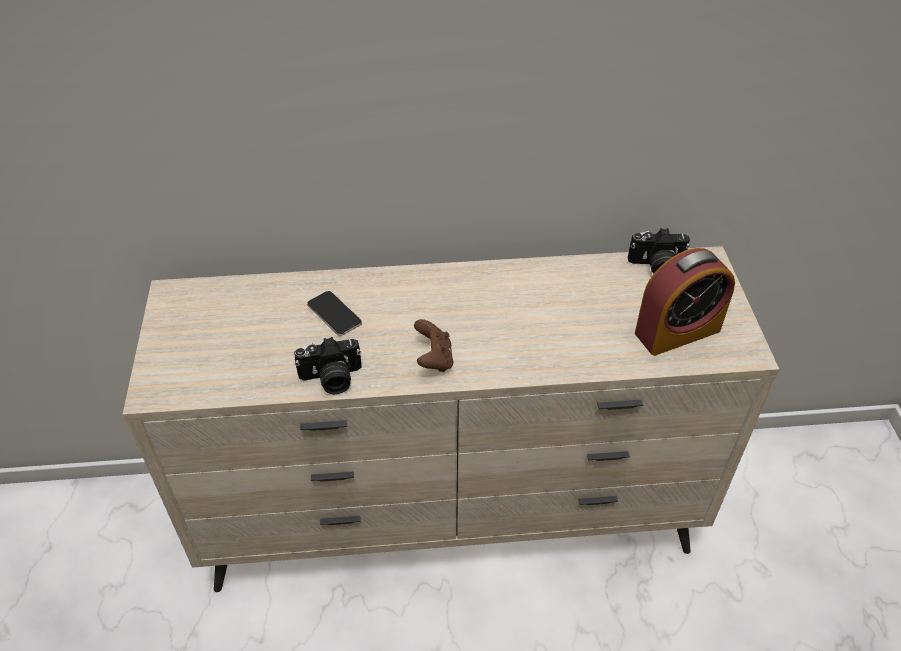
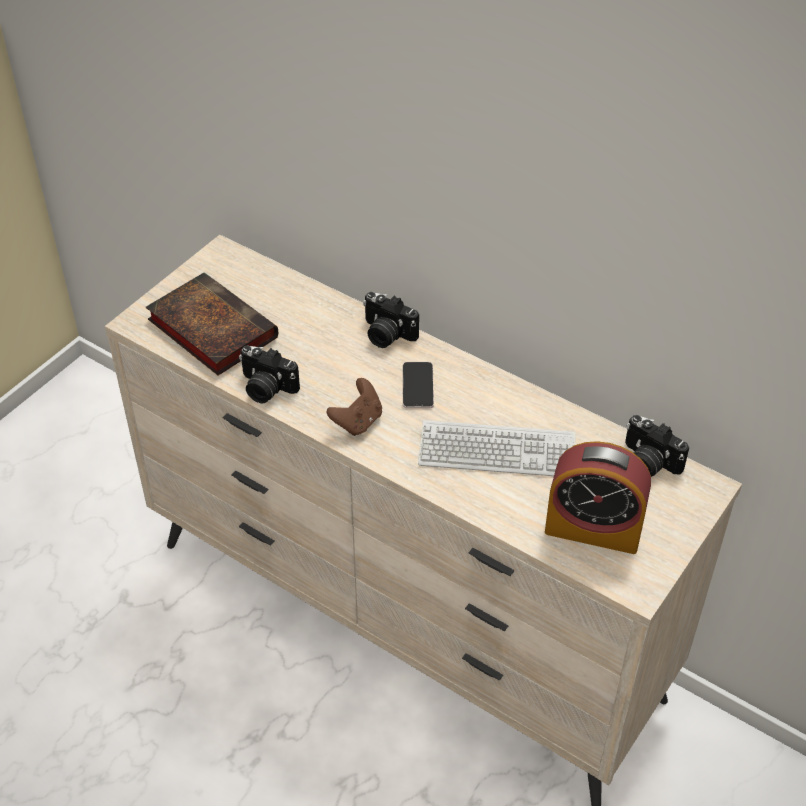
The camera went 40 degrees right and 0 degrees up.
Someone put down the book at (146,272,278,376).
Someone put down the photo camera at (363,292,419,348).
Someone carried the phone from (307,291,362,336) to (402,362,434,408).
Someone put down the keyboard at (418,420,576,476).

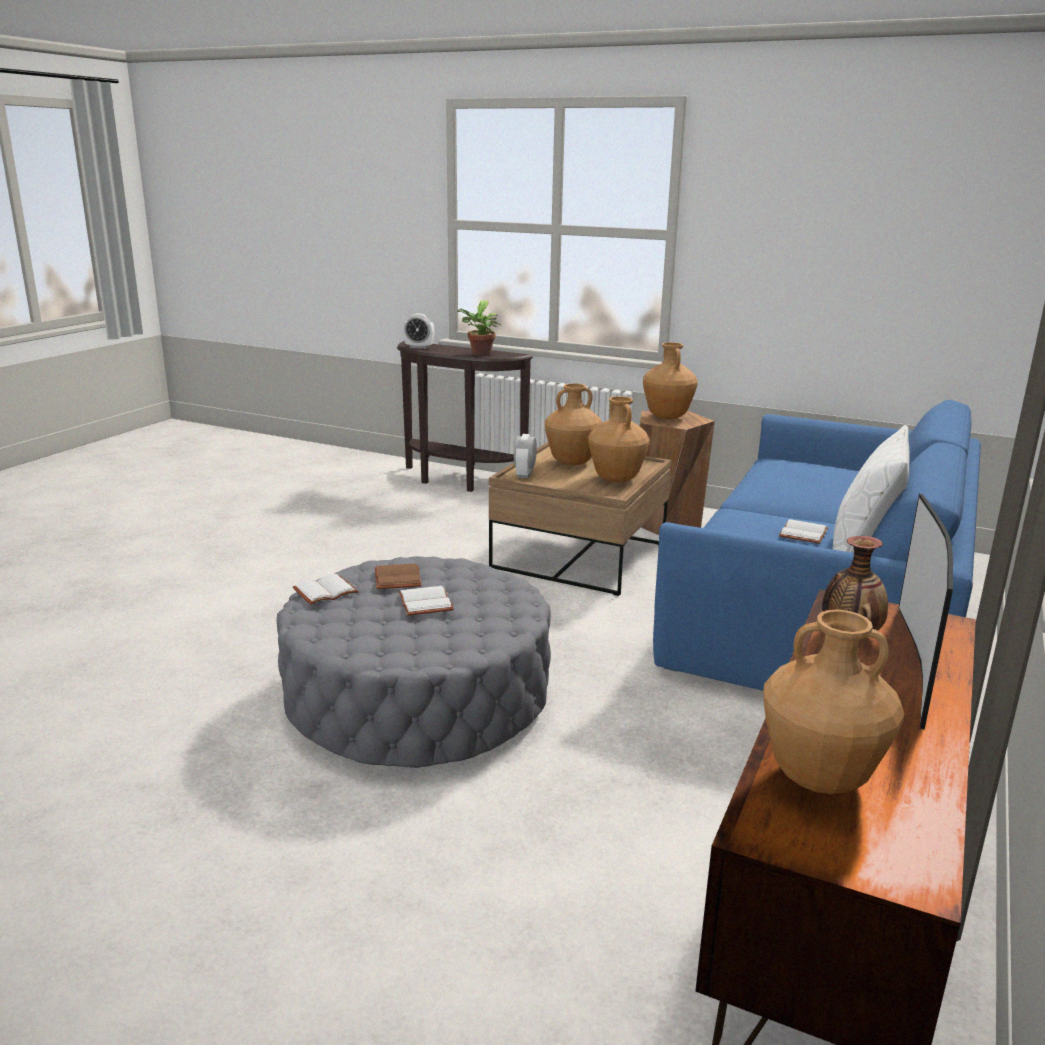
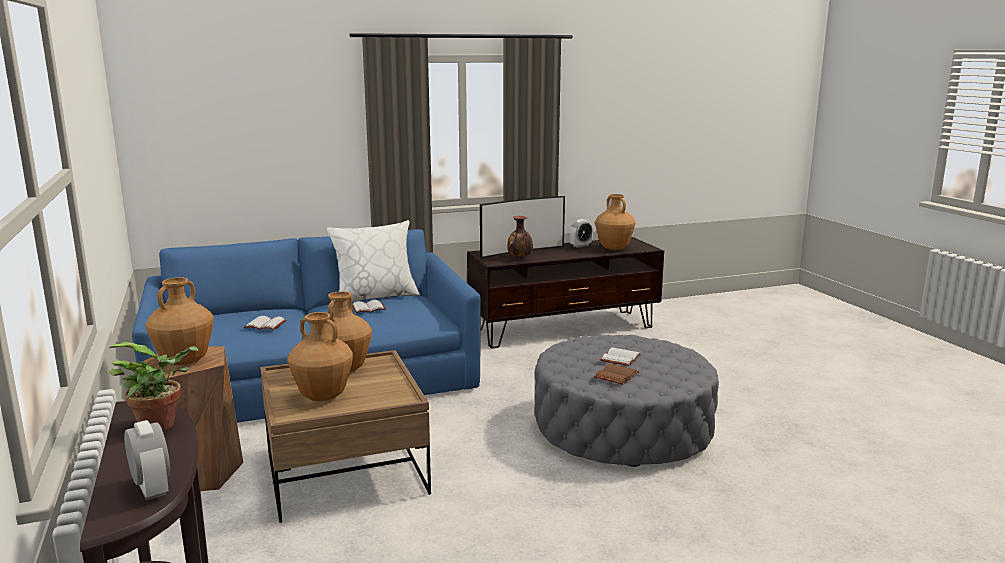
The camera went 135 degrees left and 5 degrees down.
Someone carried the white book from (293,574,358,605) to (244,316,287,330).
Someone carried the alarm clock from (514,434,537,478) to (570,219,593,248).

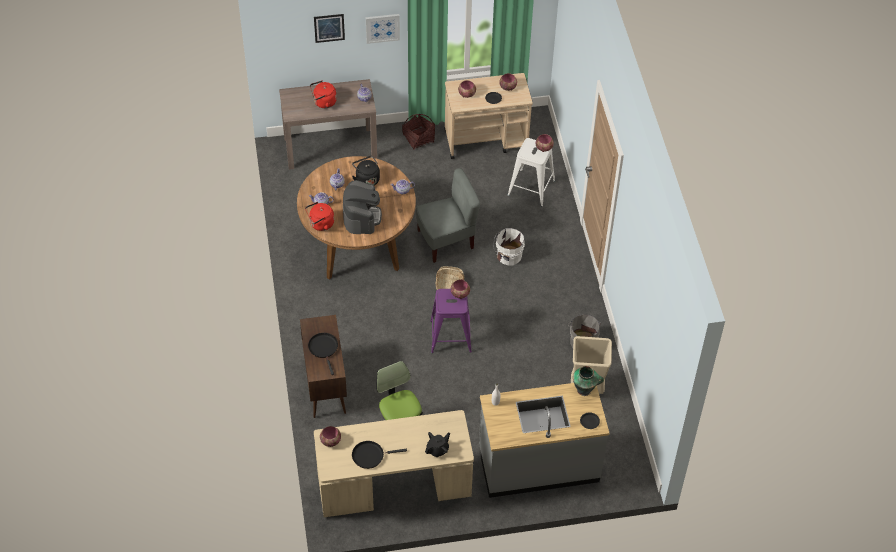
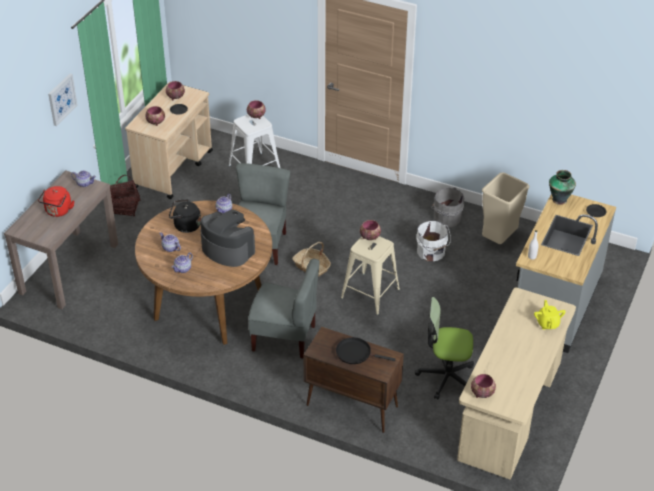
The camera went 55 degrees left and 10 degrees down.
Someone put down the grey chair at (248,259,320,358).
Someone repainted the purple stool at (430,289,472,353), which became the beige stool at (341,236,400,315).
Someone carried the white bucket from (493,228,525,266) to (416,221,451,261).
Someone repainted the black teapot at (425,432,450,457), which became the yellow teapot at (534,300,566,330).
Someone took away the red kettle at (305,202,334,231).
Someone took away the picture at (314,14,345,43).
Someone took away the black frying pan at (352,441,407,469).

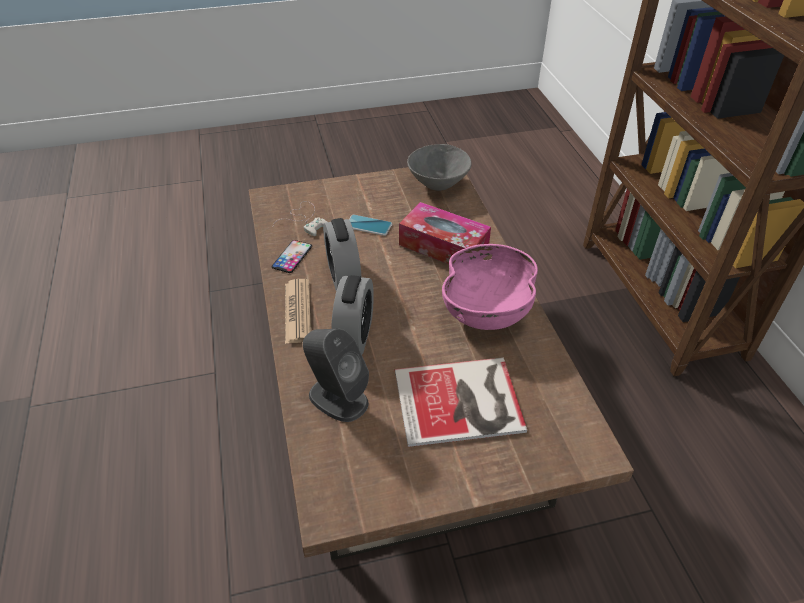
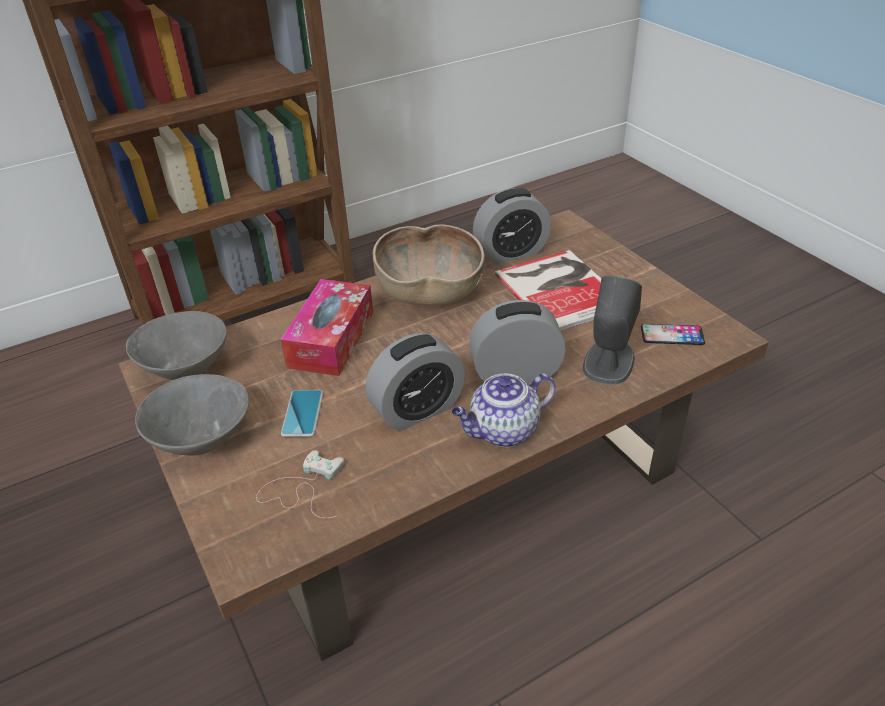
The camera went 105 degrees left and 5 degrees down.
Someone put down the grey bowl at (135,374,249,455).
Someone repainted the pink bowl at (442,244,538,330), which became the brown bowl at (373,224,485,305).
Someone swapped the newspaper at (285,279,311,344) for the teapot at (451,373,556,447).
Someone put down the alarm clock at (473,188,551,264).
Someone carried the phone from (272,240,312,273) to (641,324,705,345).

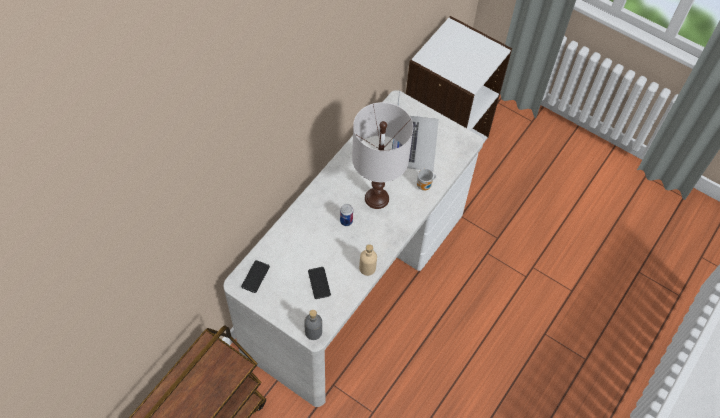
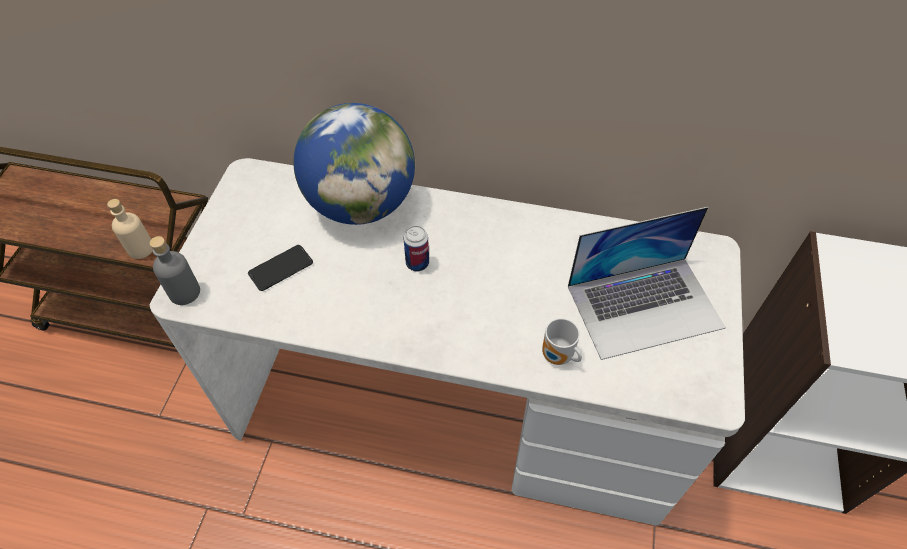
The camera went 70 degrees right and 5 degrees down.
Someone carried the beige bottle from (359,244,377,276) to (107,199,153,259).
Someone put down the globe at (293,103,415,225).
Someone took away the phone at (241,260,270,293).
Someone took away the white table lamp at (352,102,413,209).

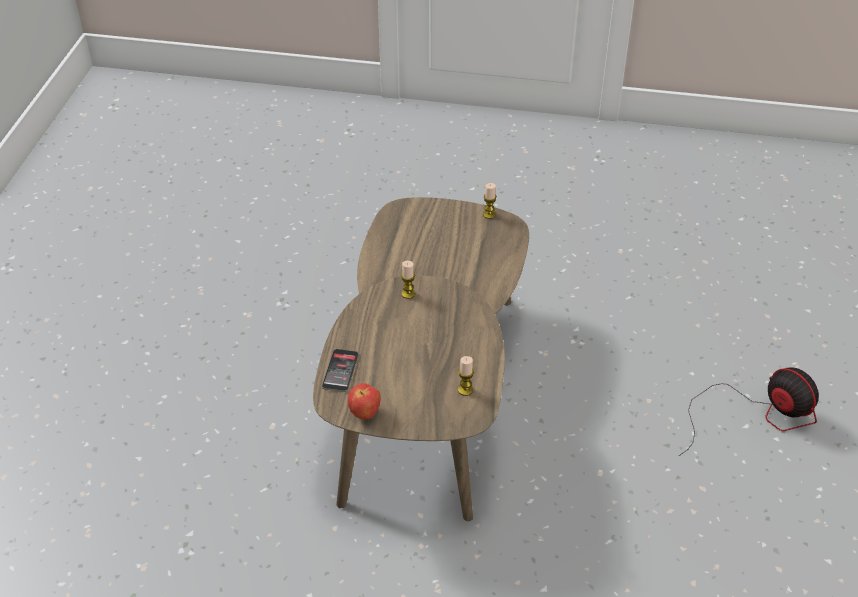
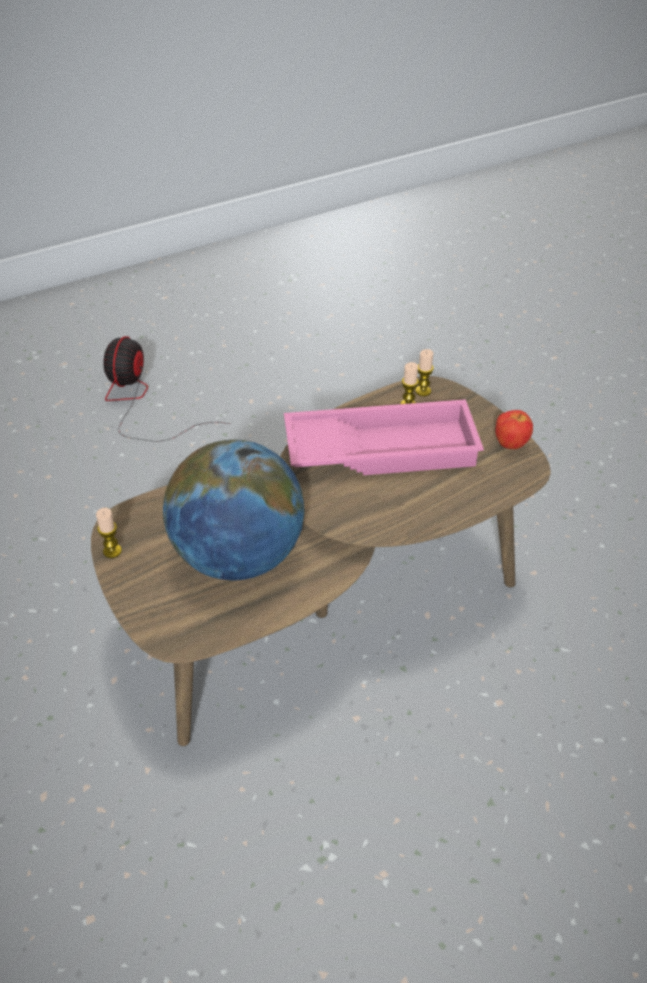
The camera went 130 degrees left and 0 degrees up.
Someone put down the globe at (163,439,305,581).
Someone put down the pink tray at (284,399,484,475).
Someone carried the candle from (401,261,415,299) to (415,349,434,396).
Someone took away the phone at (322,349,359,392).

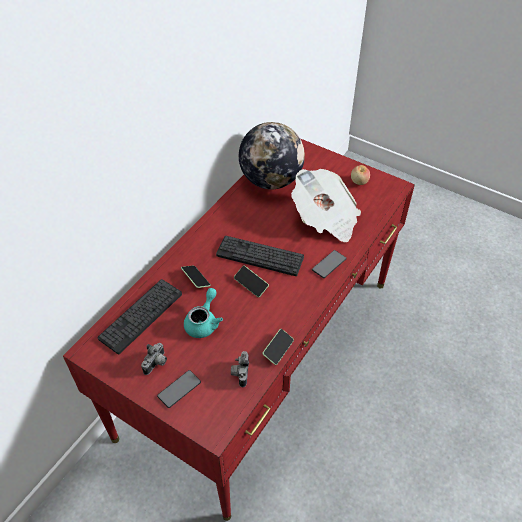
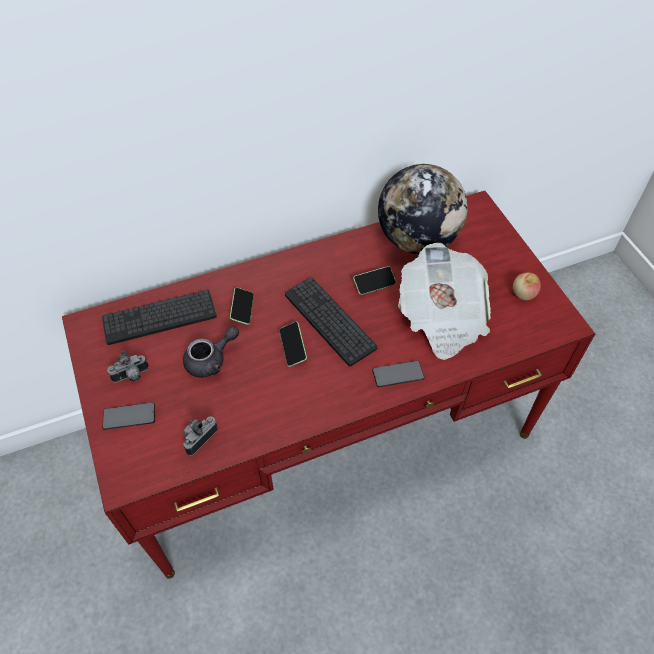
The camera went 35 degrees right and 5 degrees up.
Someone repainted the turquoise teapot at (184,288,223,338), which became the grey teapot at (183,326,239,378).
Someone carried the phone from (263,329,294,365) to (353,266,396,295).

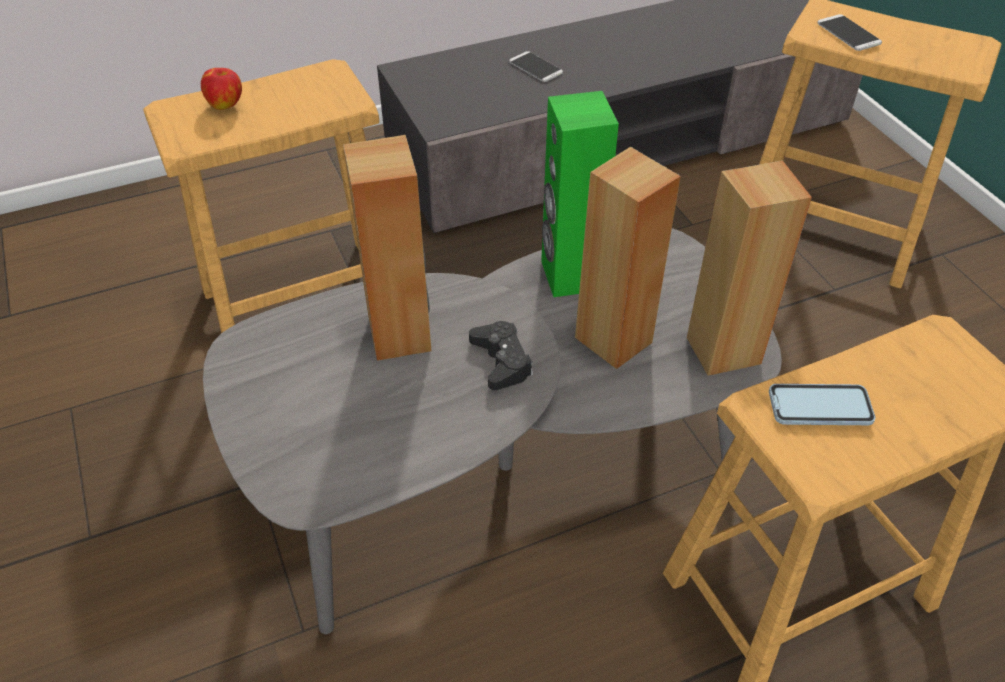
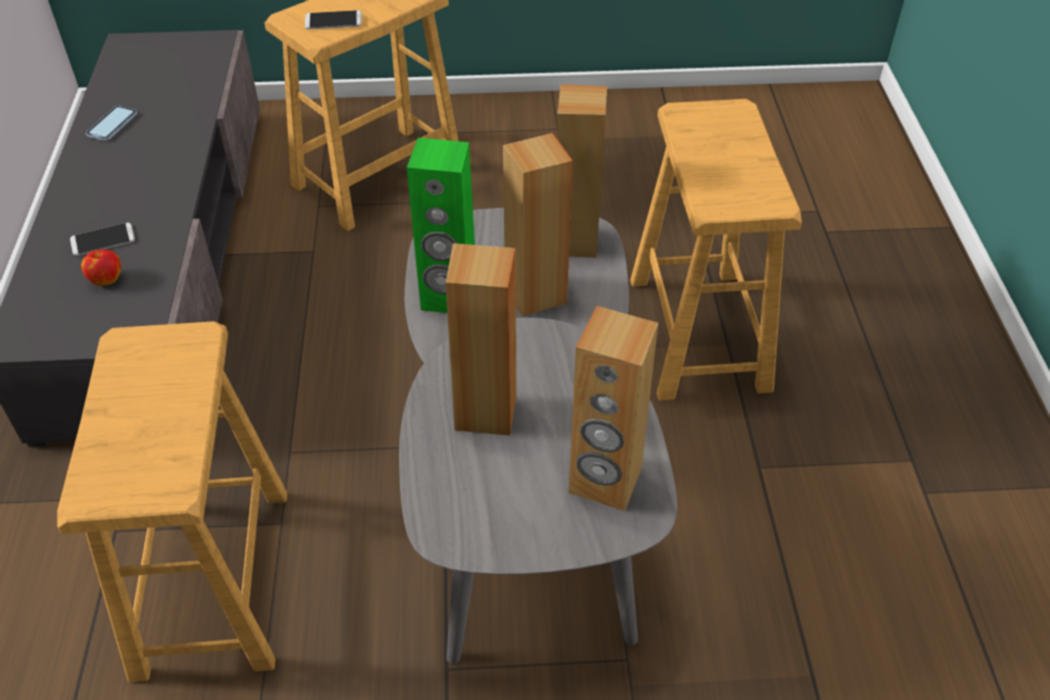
The camera went 70 degrees left and 0 degrees up.
Someone carried the apple from (201,68,242,110) to (81,250,121,286).
Someone carried the phone from (769,384,876,425) to (86,106,137,141).
Someone put down the brown speaker at (569,306,658,511).
Someone took away the black game controller at (469,321,533,390).

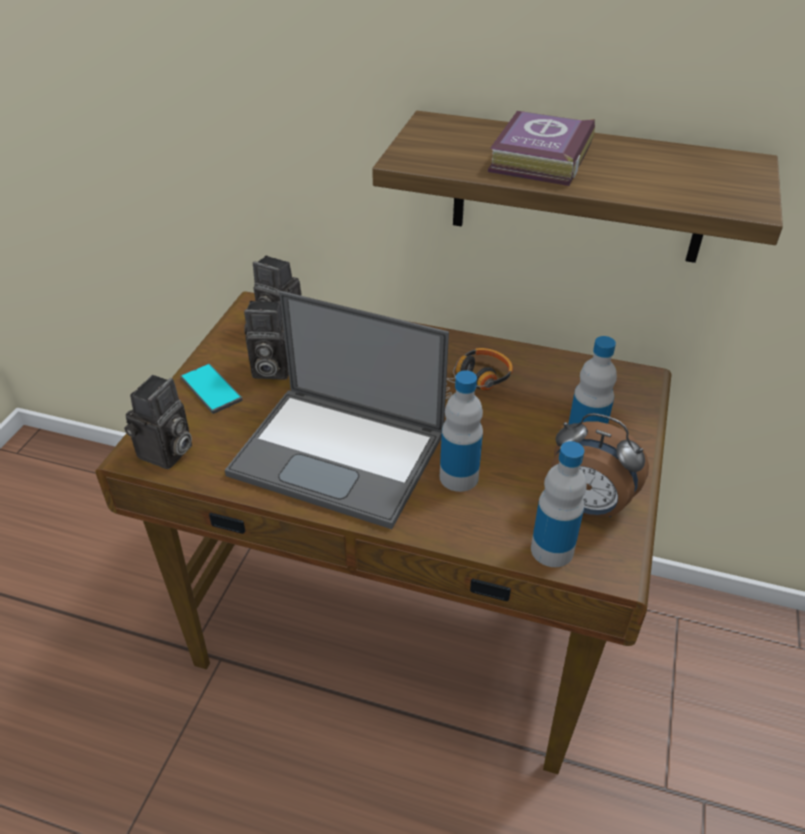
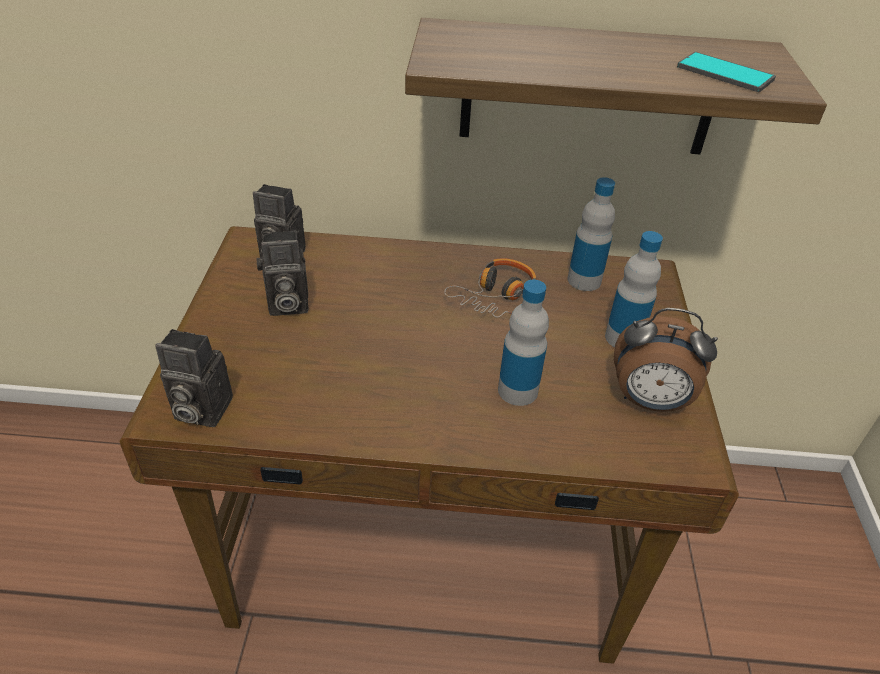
The camera went 15 degrees left and 0 degrees up.
Someone rotated the photo camera at (124,375,192,469) by 90 degrees clockwise.
Someone carried the bottle from (531,441,587,567) to (567,177,615,291).
Someone carried the phone from (181,364,243,414) to (677,52,776,92).
Someone took away the laptop at (225,291,449,529).
Someone took away the book at (488,111,595,186).

